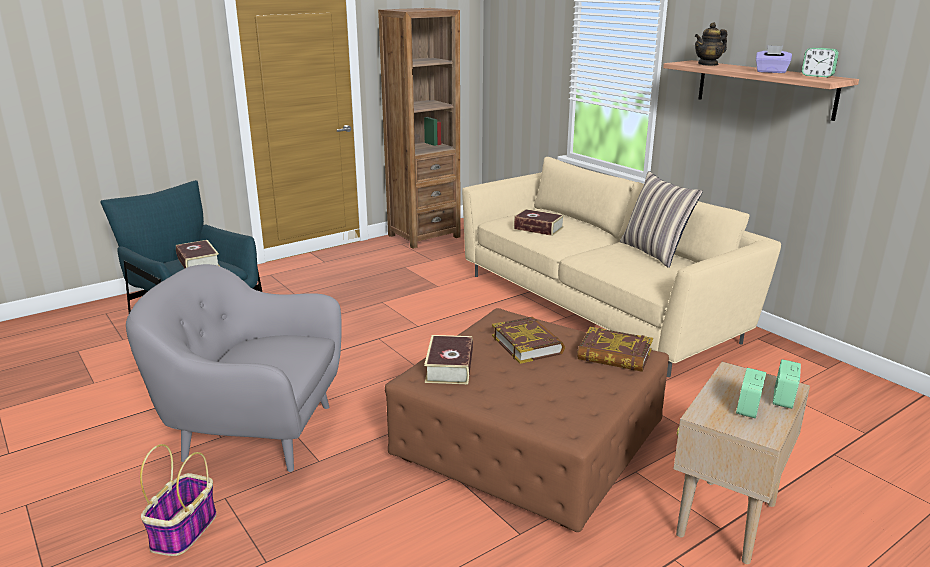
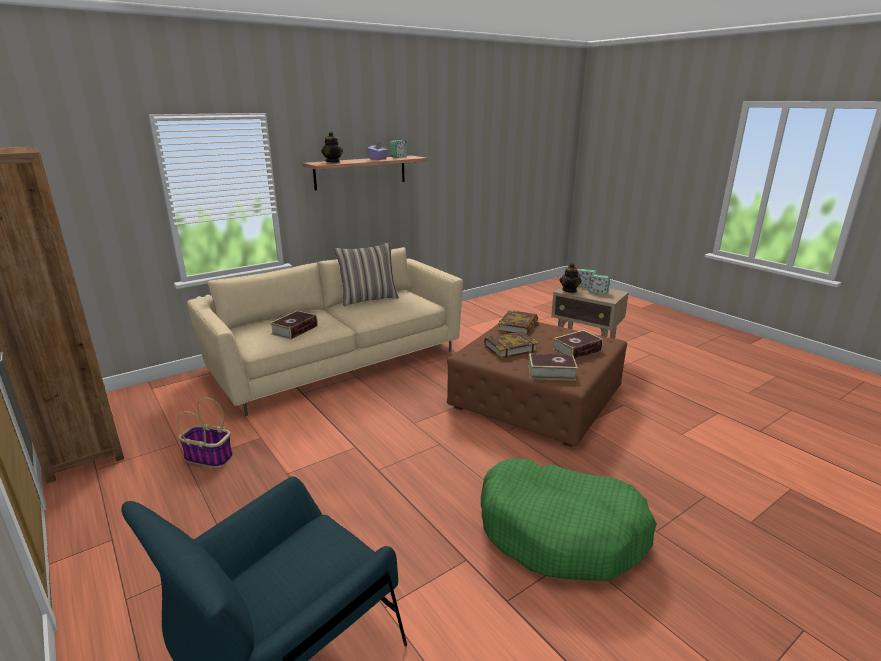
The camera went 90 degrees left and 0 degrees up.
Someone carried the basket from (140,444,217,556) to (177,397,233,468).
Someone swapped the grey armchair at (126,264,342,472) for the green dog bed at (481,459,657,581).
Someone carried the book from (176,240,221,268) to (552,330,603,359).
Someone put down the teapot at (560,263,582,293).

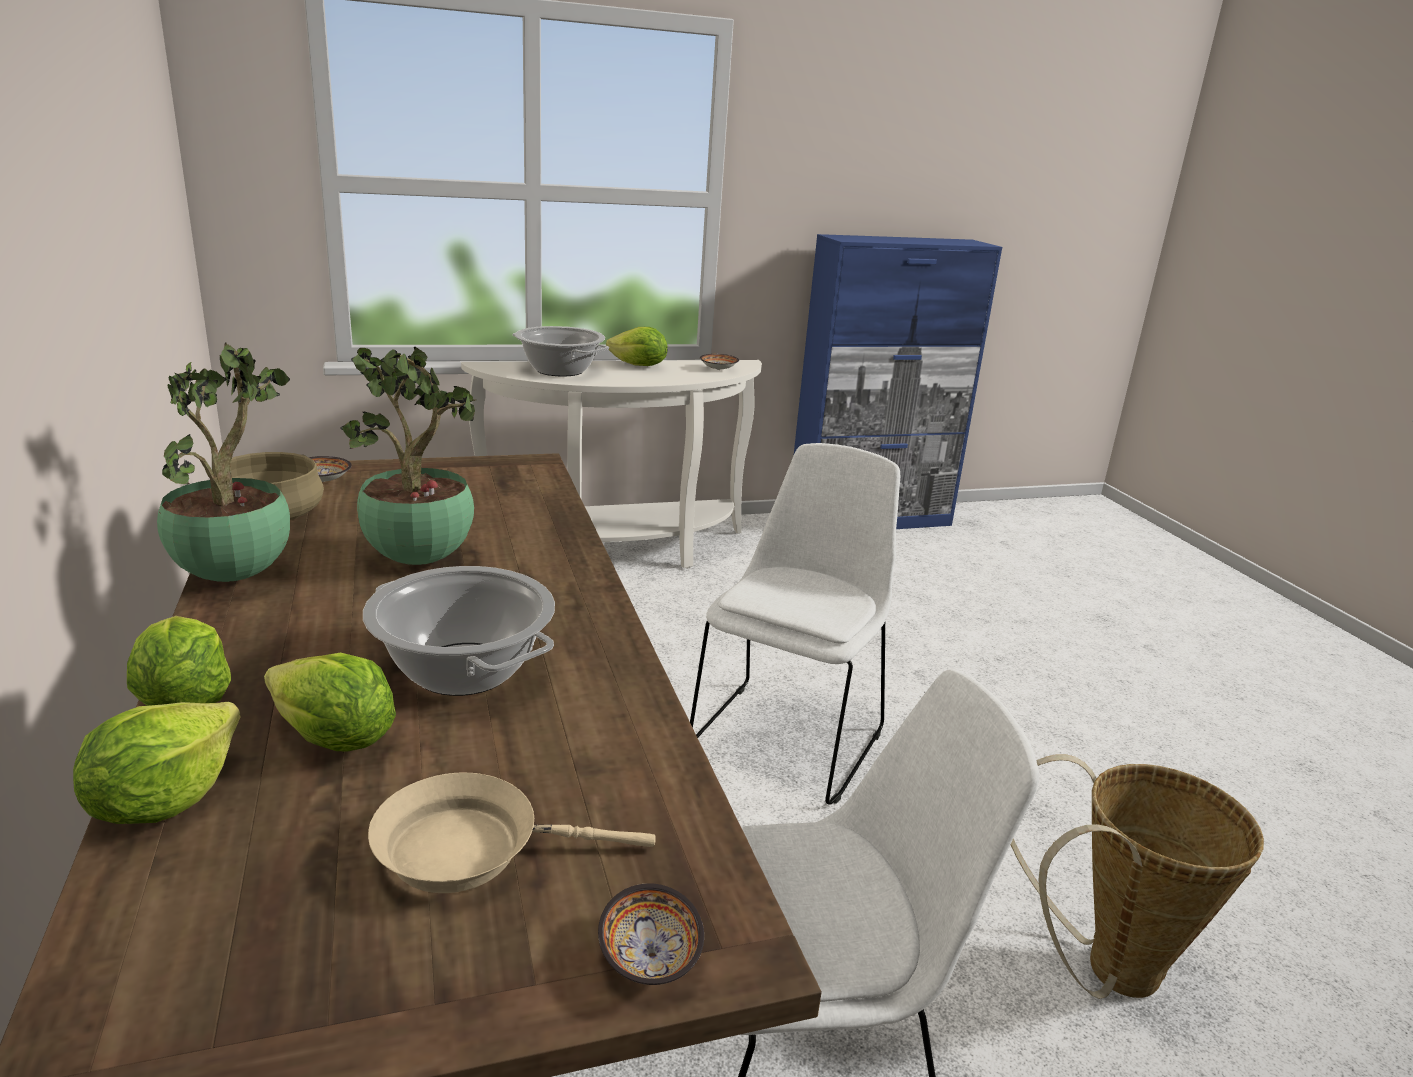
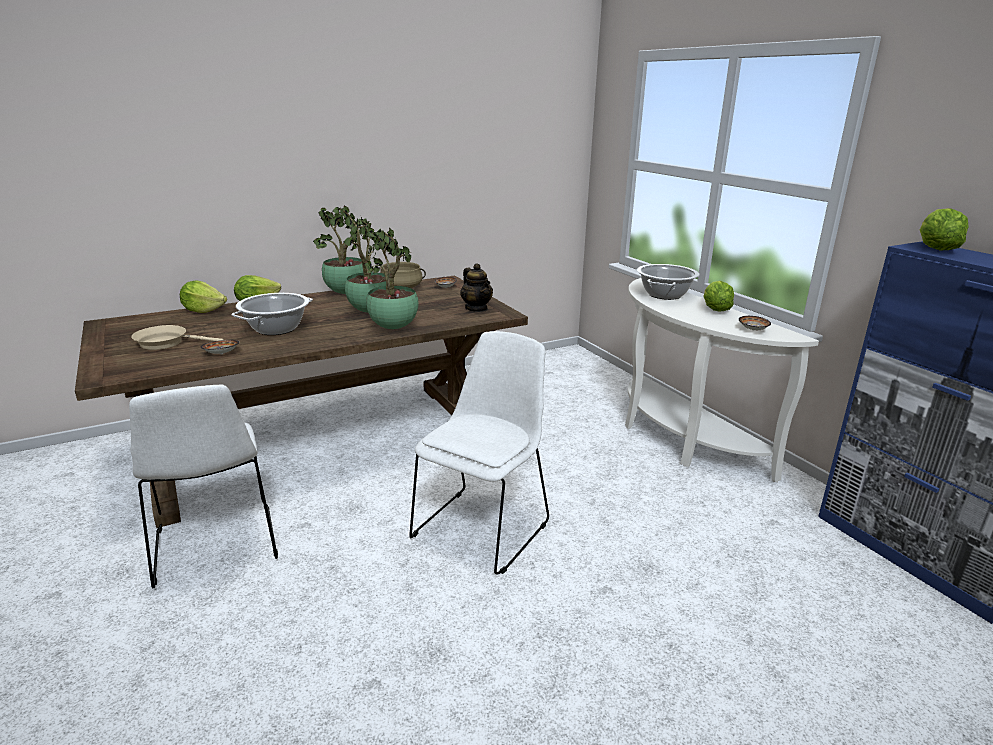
The camera went 80 degrees right and 0 degrees up.
Someone rotated the beige frying pan at (368,772,656,893) by 75 degrees counterclockwise.
Someone carried the bowl from (598,883,704,985) to (201,340,239,355).
Someone put down the potted plant at (364,228,418,329).
Someone rotated the white chair at (690,443,900,805) by 75 degrees counterclockwise.
Someone put down the teapot at (460,263,493,312).
Someone carried the lettuce from (264,652,396,751) to (920,208,969,250).
Someone took away the basket at (1010,754,1264,999).

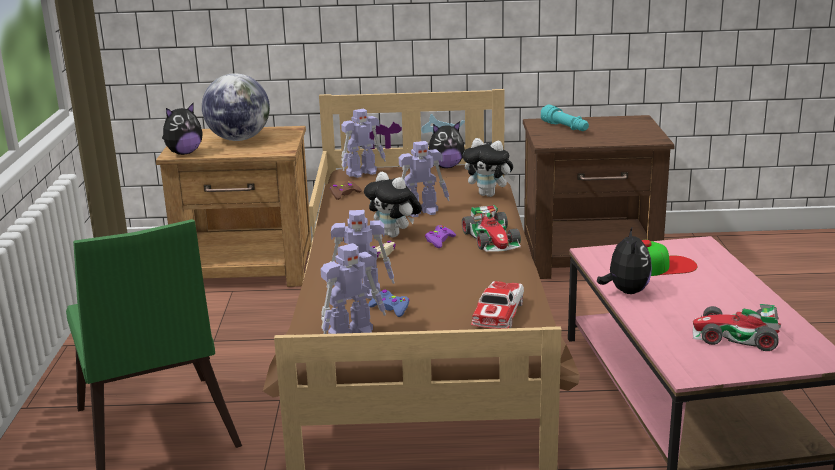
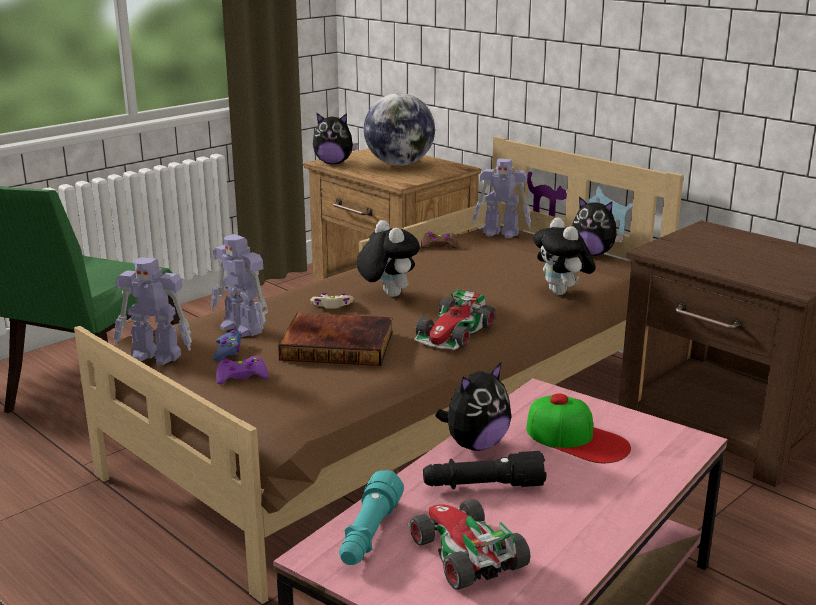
The camera went 45 degrees right and 0 degrees up.
Someone carried the purple game controller from (425,225,456,248) to (216,356,268,384).
Someone put down the book at (278,313,393,366).
Someone carried the turquoise flashlight from (541,105,589,131) to (339,470,404,565).
Someone rotated the plush toy at (364,172,422,237) by 150 degrees clockwise.
Someone put down the black flashlight at (423,451,546,489).
Someone took away the toy robot at (399,141,450,218).
Someone took away the toy car at (471,281,524,329).

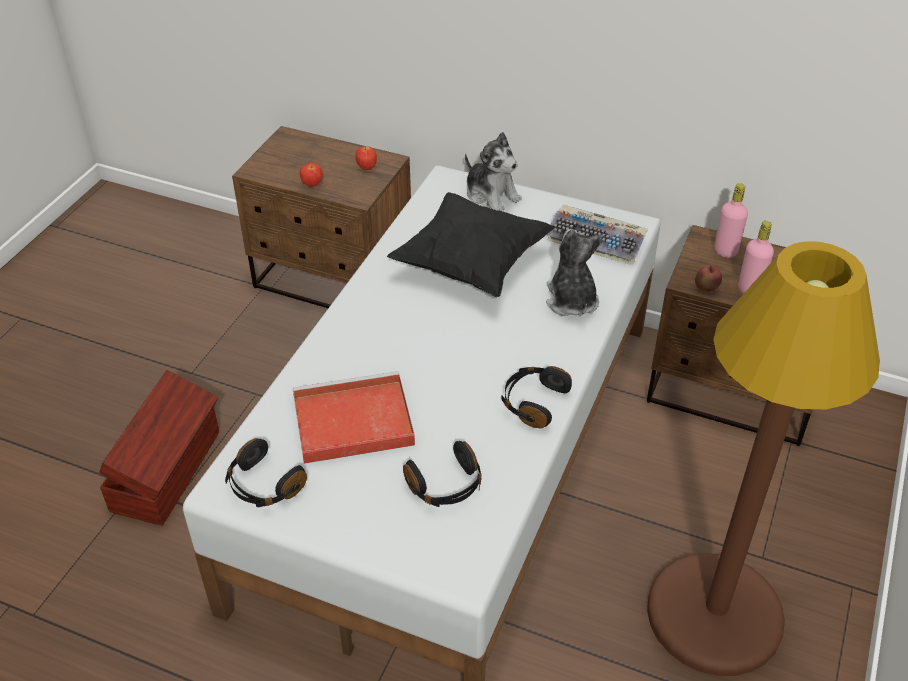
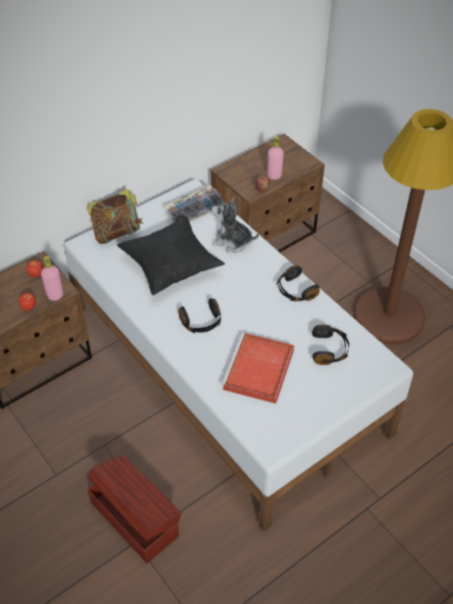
The camera went 60 degrees left and 5 degrees up.
Someone carried the pink bottle from (714,183,748,258) to (41,256,63,301).
Someone swapped the plush toy at (465,132,522,211) for the book at (87,189,143,244).
Someone carried the black headphones from (225,438,307,507) to (178,298,221,333).

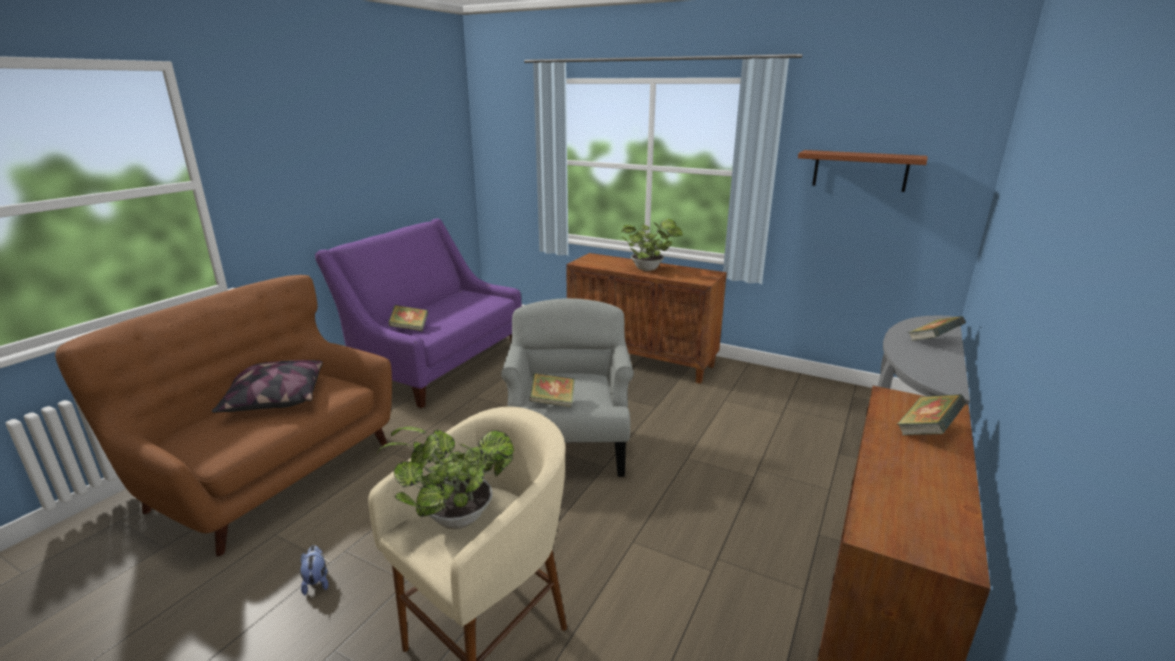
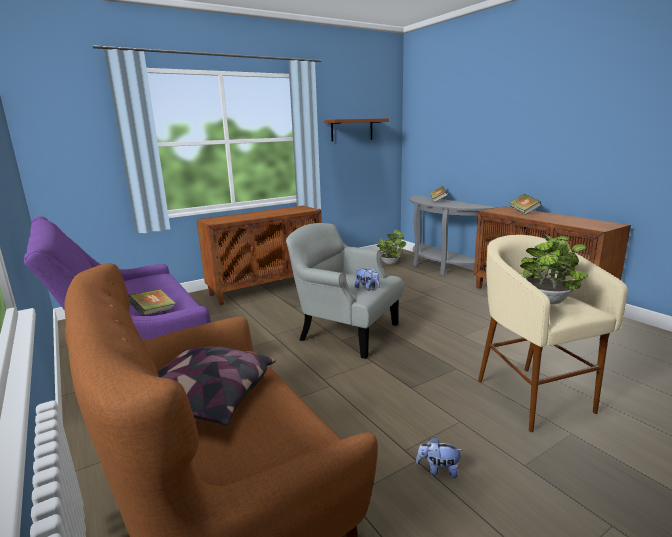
The camera went 60 degrees left and 5 degrees down.
Someone swapped the book at (529,373,575,407) for the plush toy at (355,268,380,291).
Someone carried the potted plant from (621,219,683,271) to (377,230,406,264).

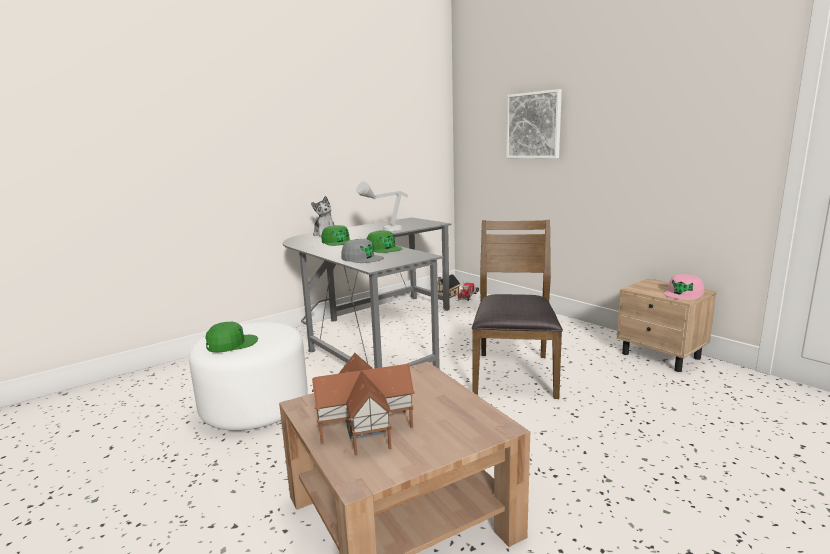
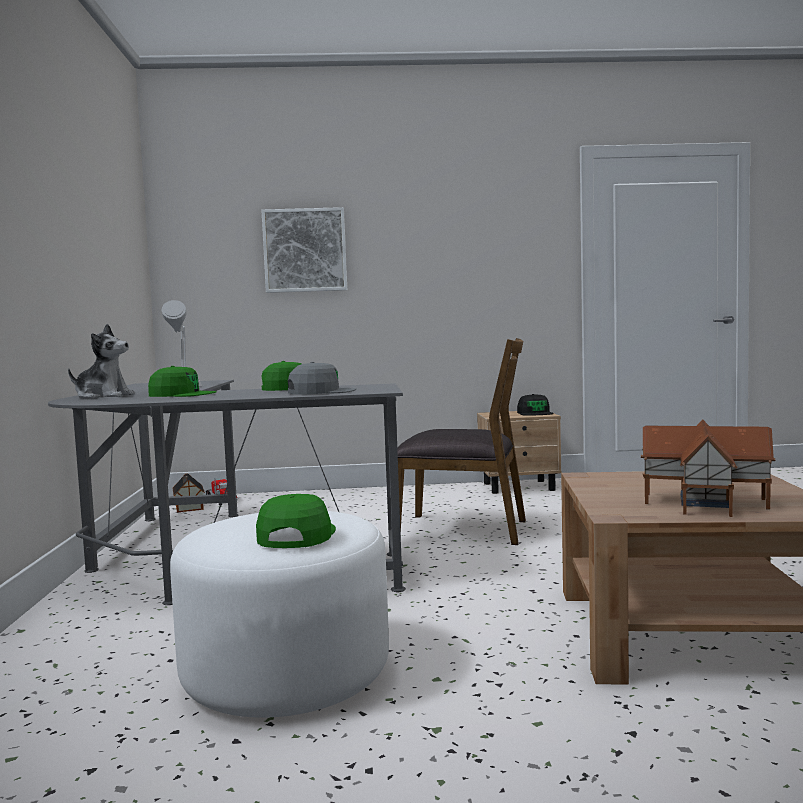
The camera went 55 degrees left and 10 degrees down.
Someone rotated the brown chair at (472,220,563,399) by 150 degrees clockwise.
Someone repainted the pink cap at (664,274,704,300), which became the black cap at (517,394,554,416).

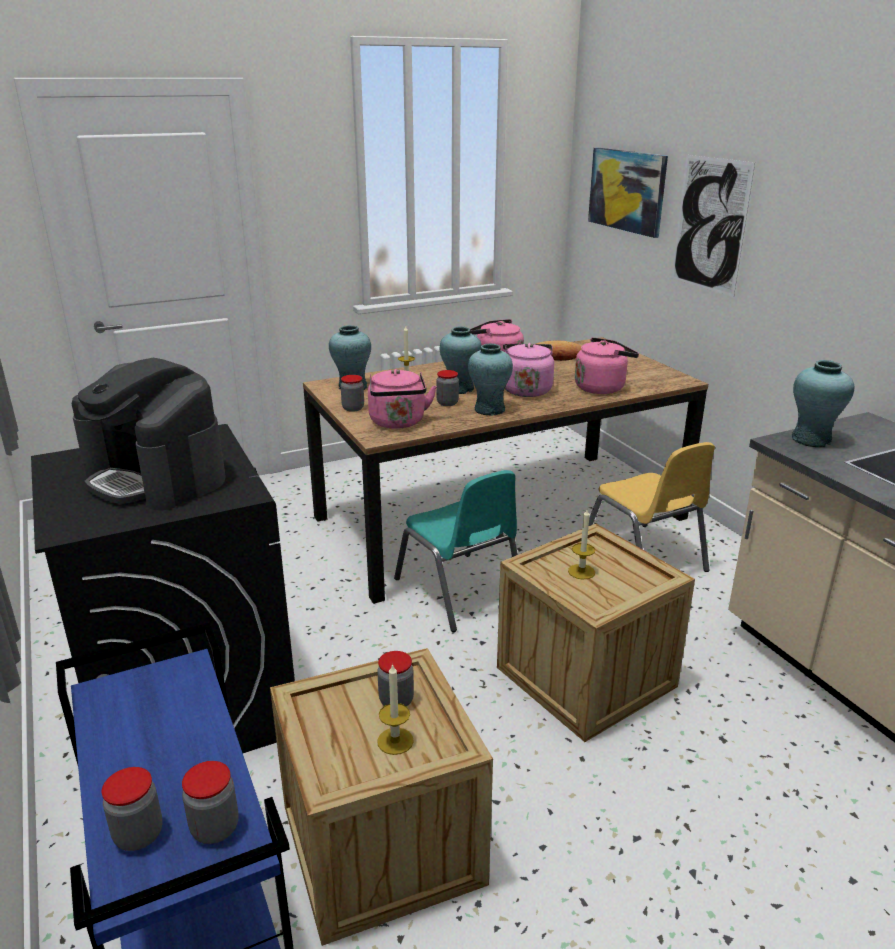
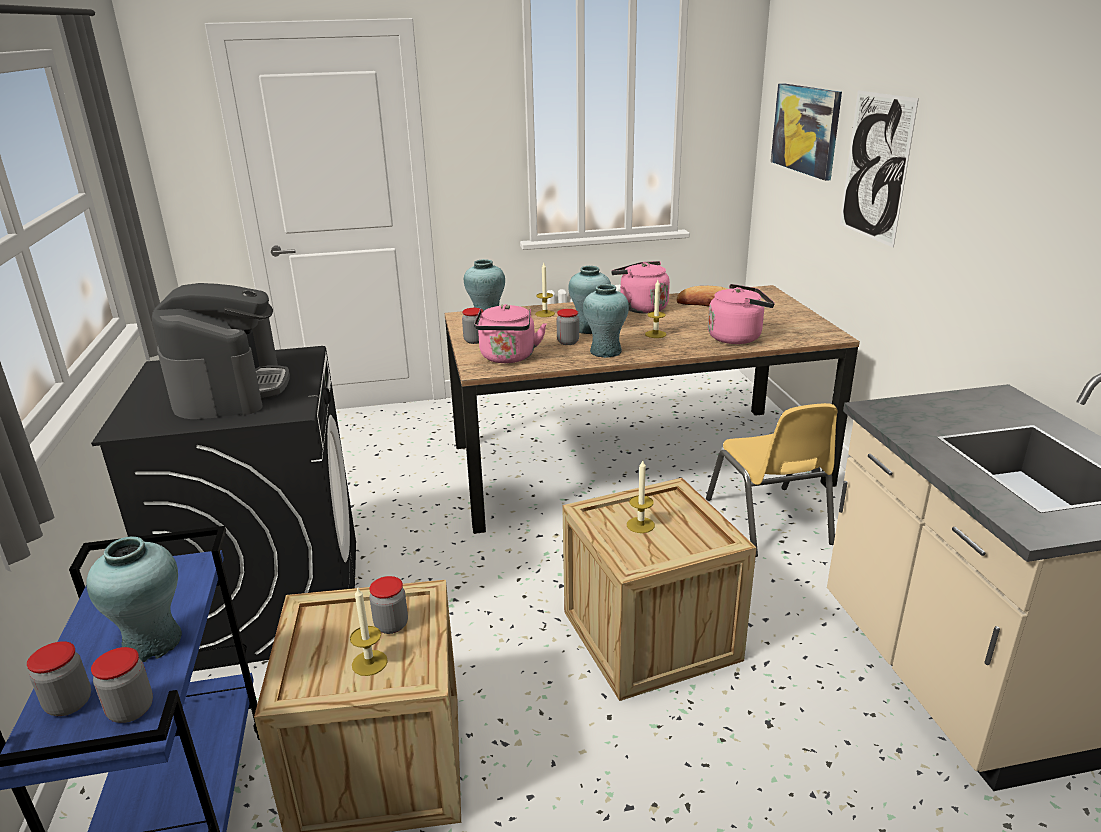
The camera went 15 degrees right and 0 degrees up.
Someone carried the turquoise vase from (792,360,854,447) to (86,537,182,662).
Someone rotated the coffee machine at (72,358,226,510) by 150 degrees counterclockwise.
Someone swapped the pink kettle at (503,343,554,397) for the candle at (645,280,666,338).
Someone took away the turquoise chair at (394,470,518,632).

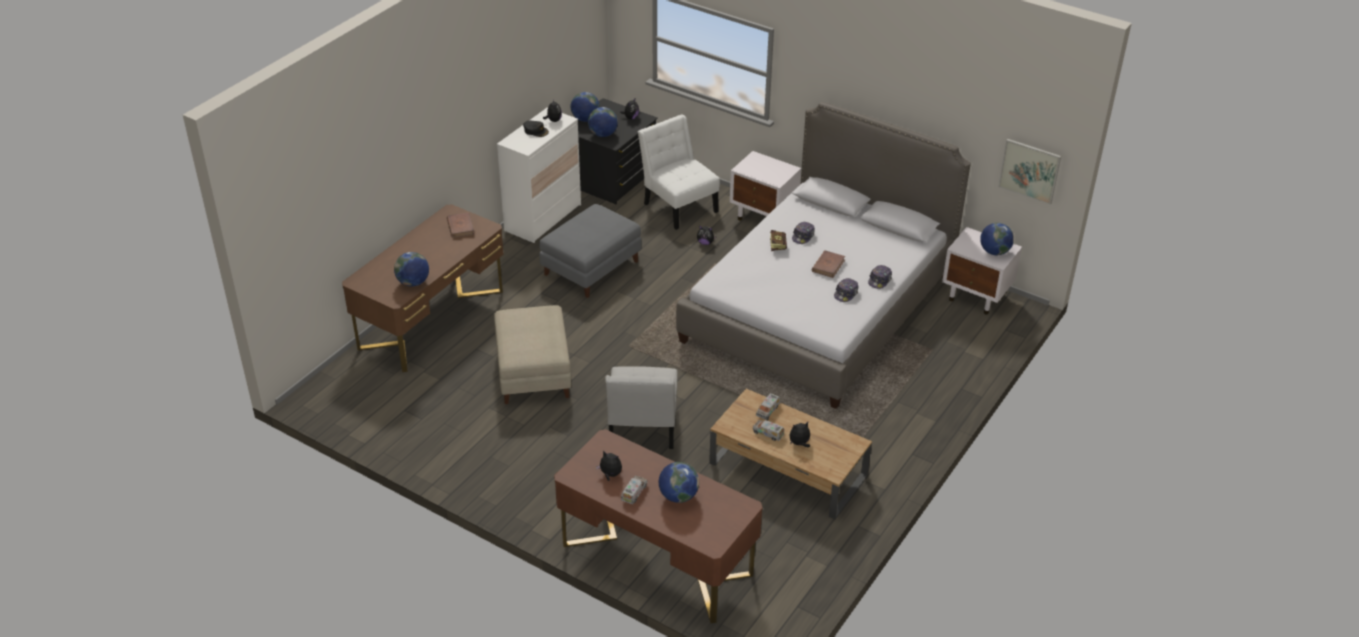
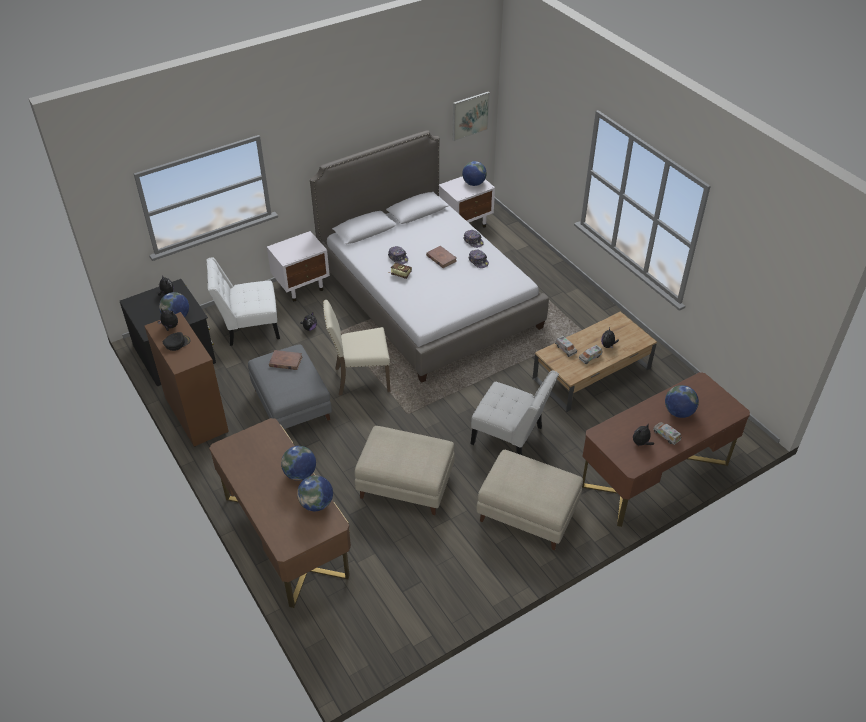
The camera went 65 degrees left and 5 degrees up.
Someone repainted the white dresser at (497,108,581,243), which became the brown dresser at (144,312,229,447).
Someone carried the brown book from (447,213,474,238) to (269,350,303,370).
Someone carried the globe from (570,92,600,122) to (281,446,316,481).
Someone put down the beige chair at (323,300,390,395).
Someone put down the beige ottoman at (477,450,583,550).

